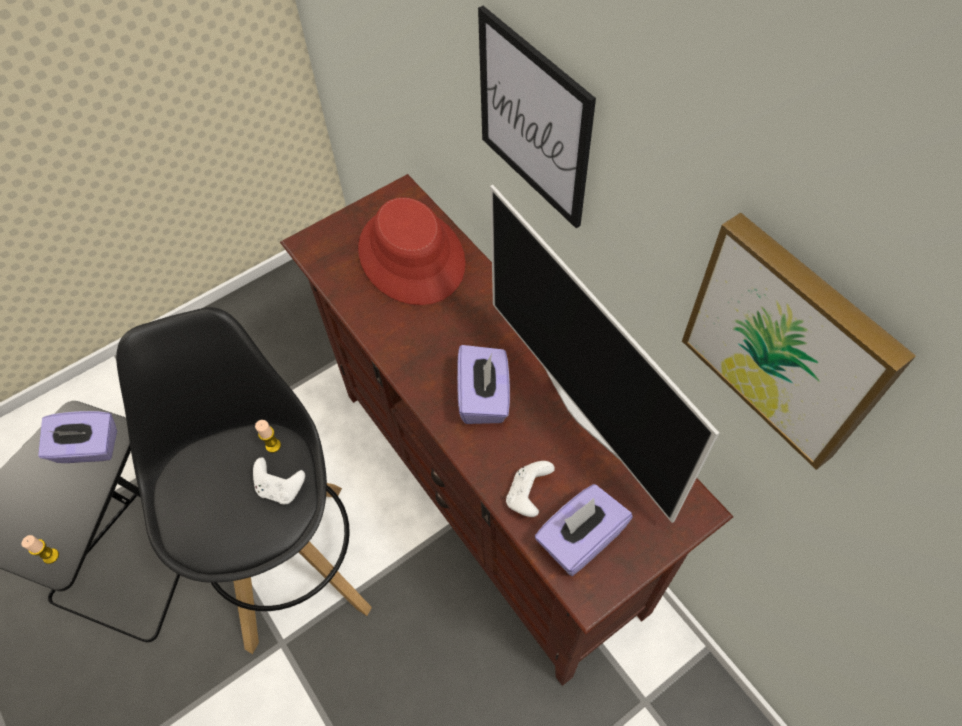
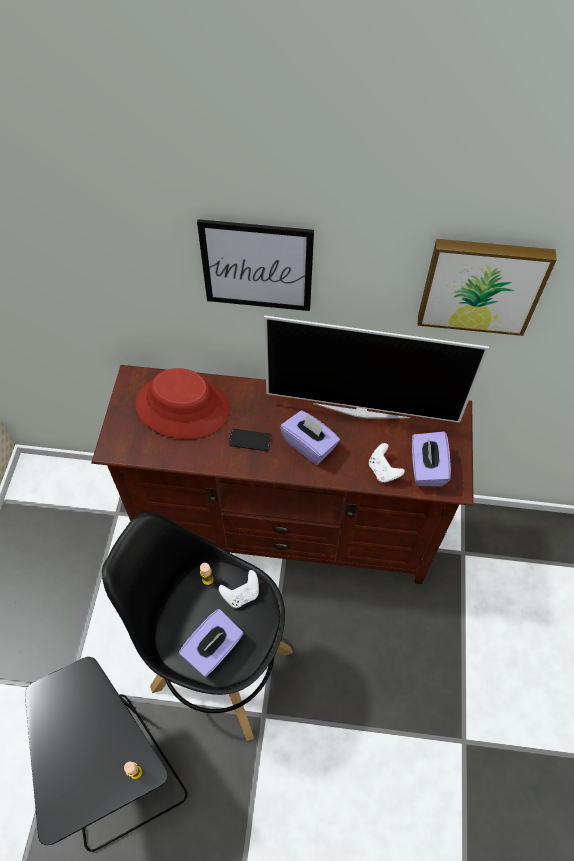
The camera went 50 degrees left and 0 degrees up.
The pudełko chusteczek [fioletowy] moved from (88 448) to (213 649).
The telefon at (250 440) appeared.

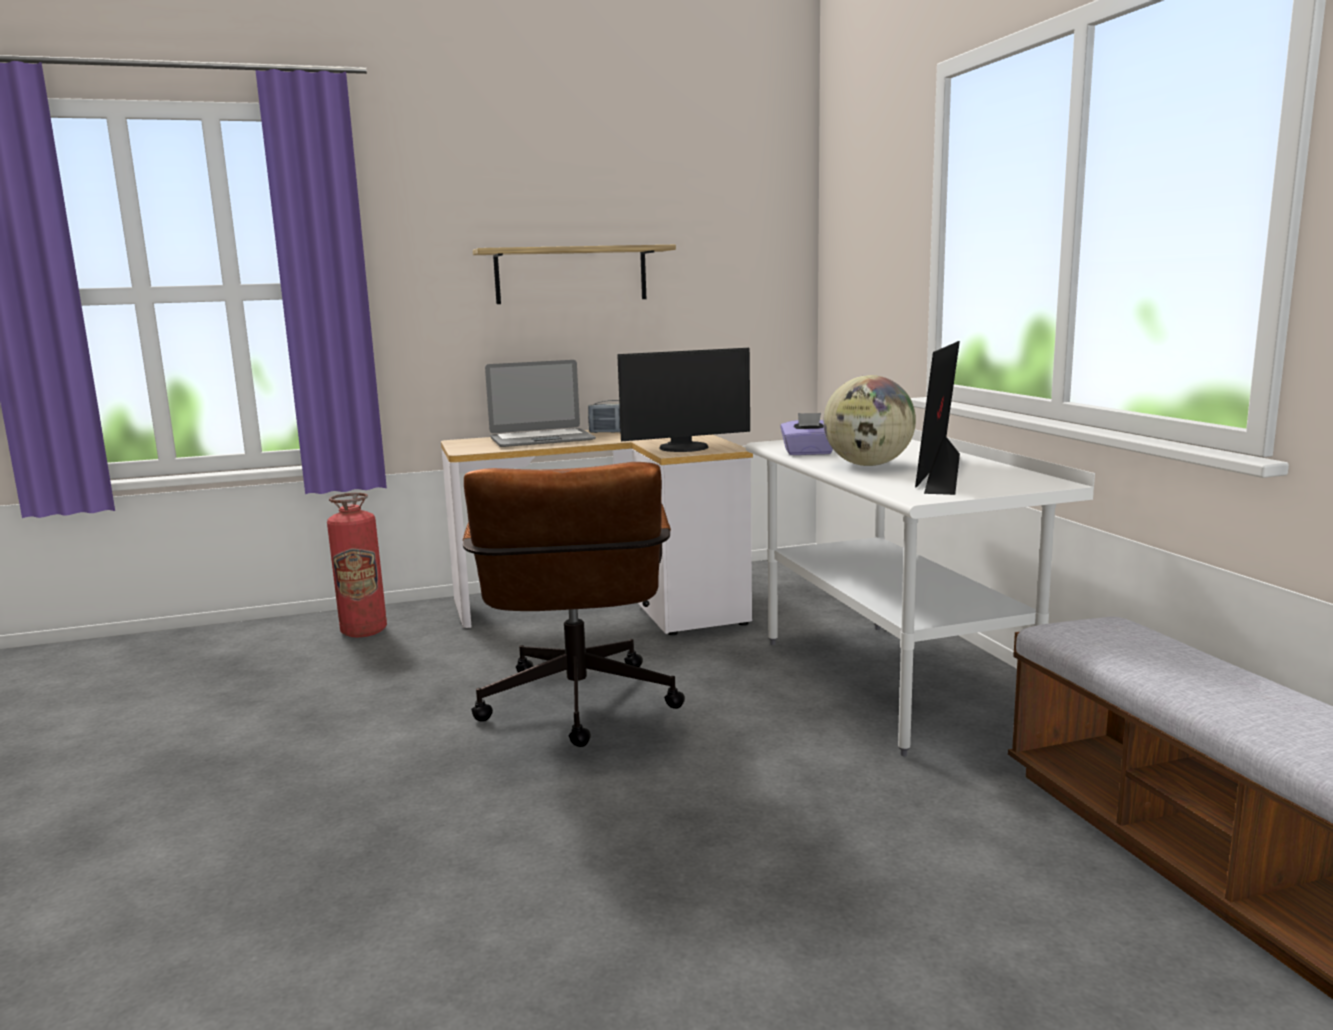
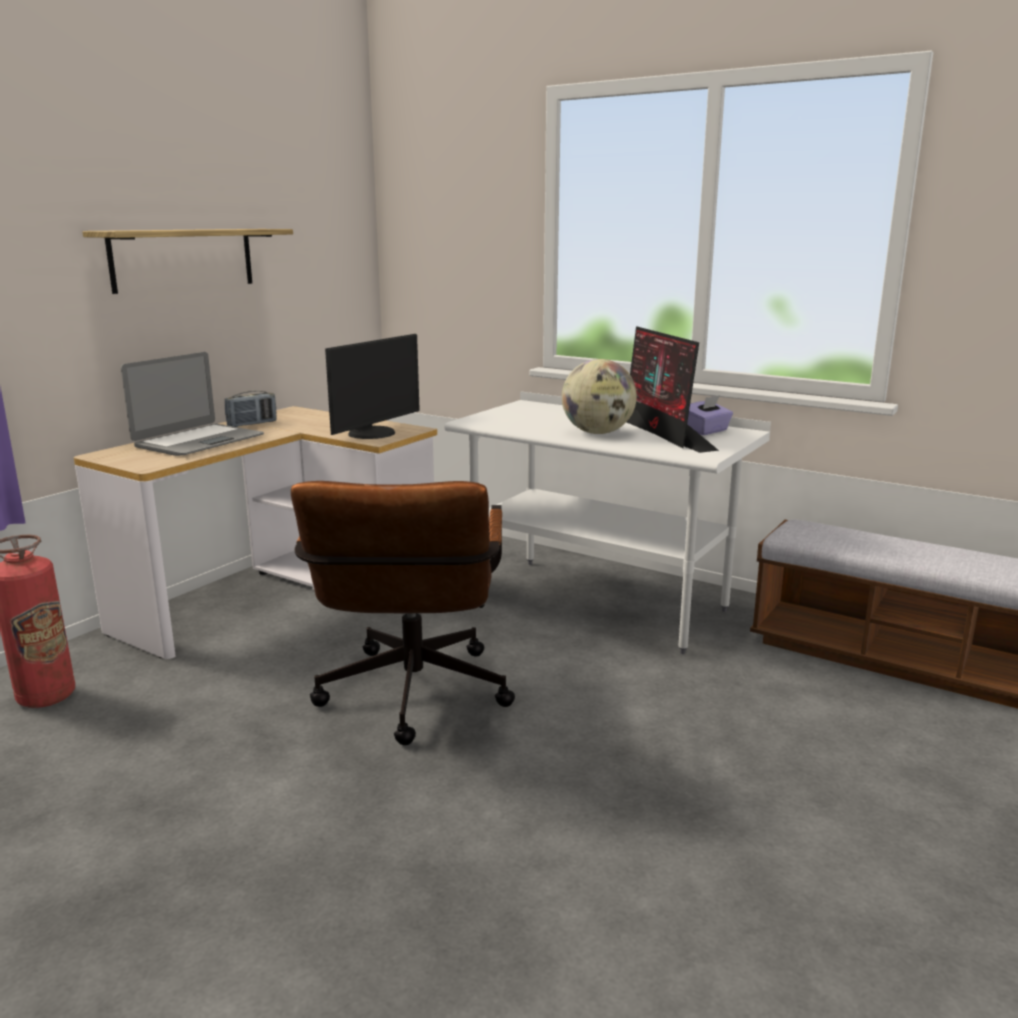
The camera went 40 degrees left and 5 degrees up.
The pudełko chusteczek [fioletowy] moved from (808 453) to (706 431).
The krzesło biurowe [brązowy] at (577 710) turned 45 degrees clockwise.

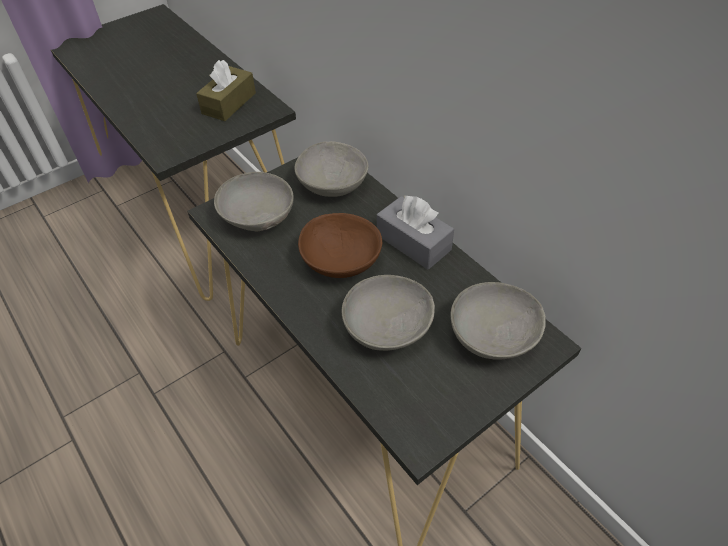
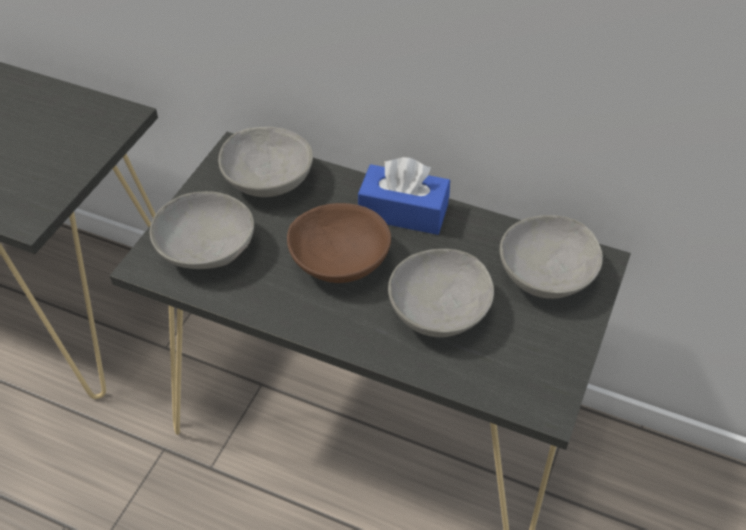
The camera went 30 degrees left and 0 degrees up.
The pudełko chusteczek [brązowy] at (229 103) disappeared.
The pudełko chusteczek [szary] at (413 242) became the pudełko chusteczek [niebieski] at (403 212).

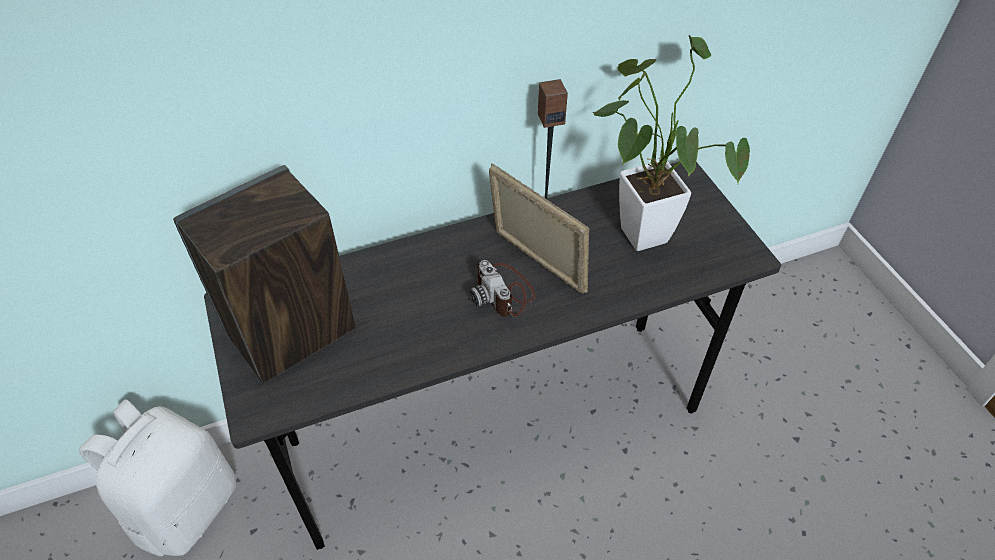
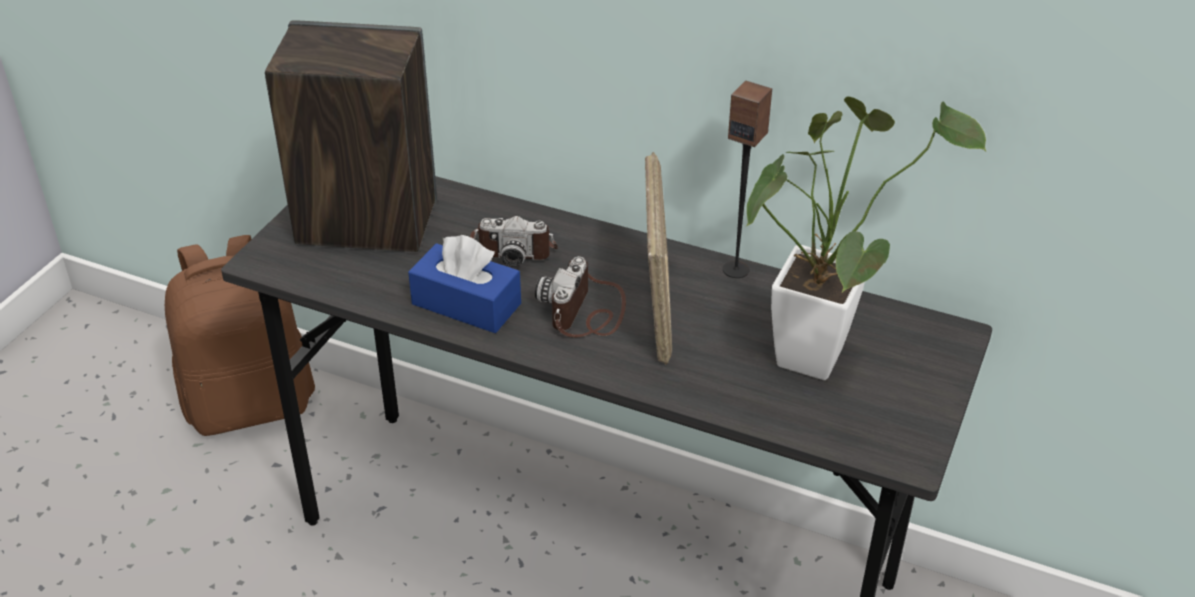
The camera went 45 degrees right and 10 degrees down.
The plecak [biały] at (185 506) became the plecak [brązowy] at (250 402).
The aparat fotograficzny at (514 246) appeared.
The pudełko chusteczek [niebieski] at (466 304) appeared.

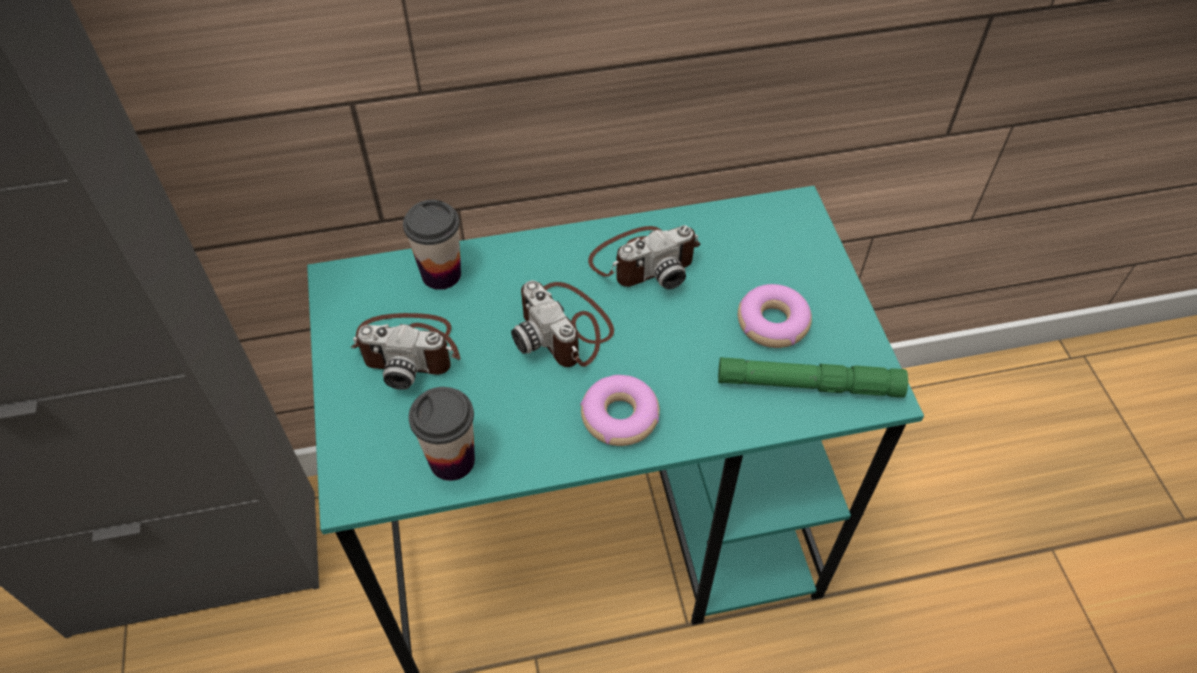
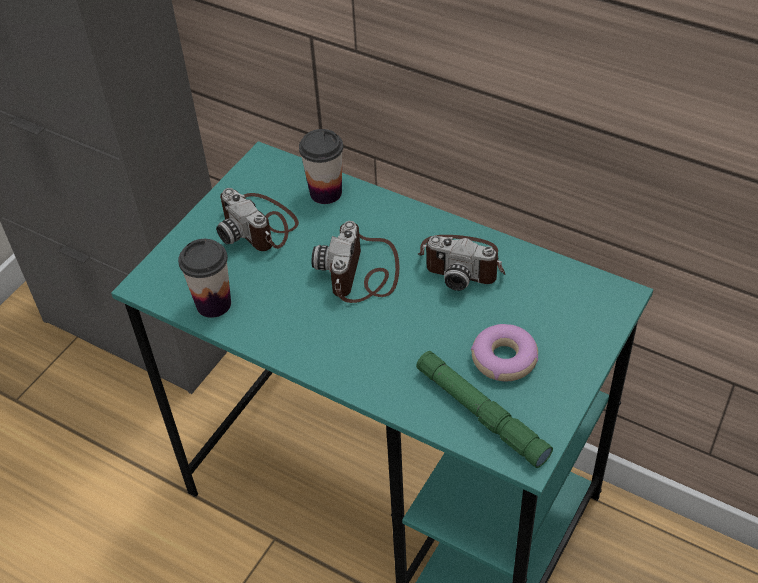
The camera went 45 degrees right and 5 degrees down.
The donut at (619 416) disappeared.

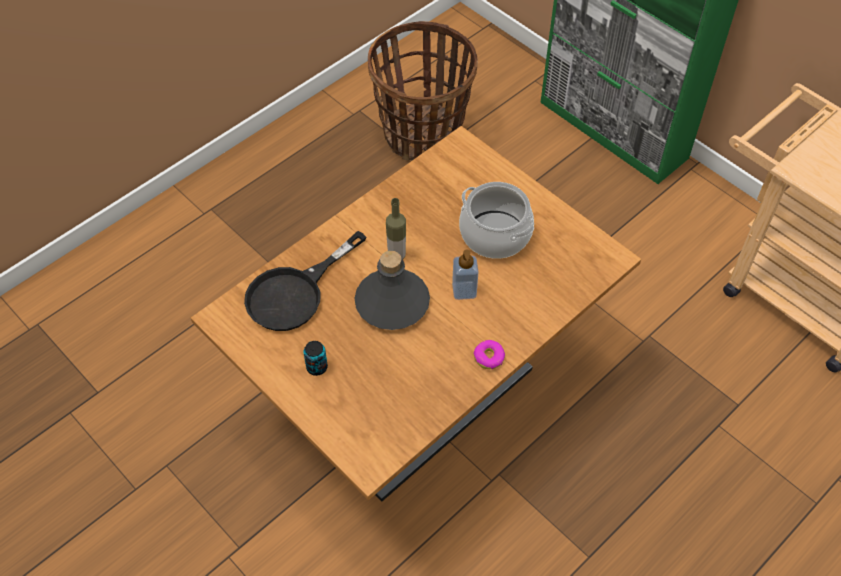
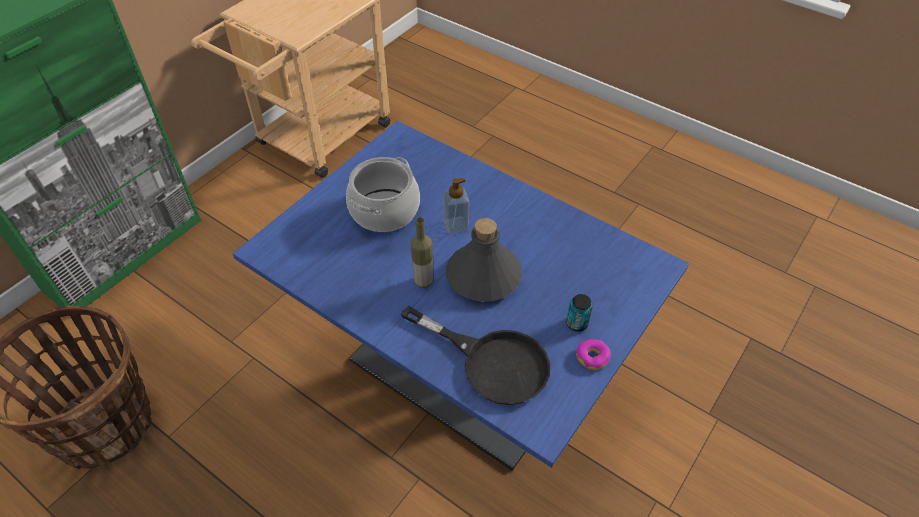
The camera went 100 degrees left and 5 degrees down.
The stół jadalny [brązowy] at (420 396) became the stół jadalny [niebieski] at (459 374).
The donut moved from (489 357) to (592 357).

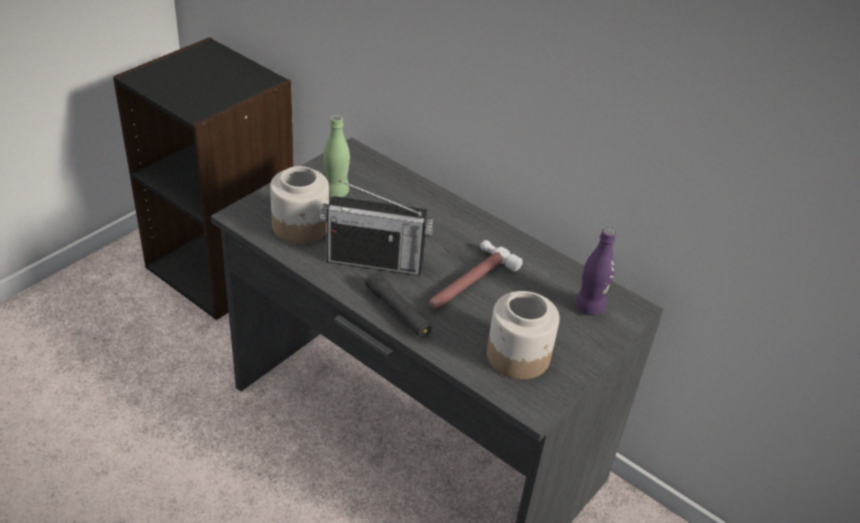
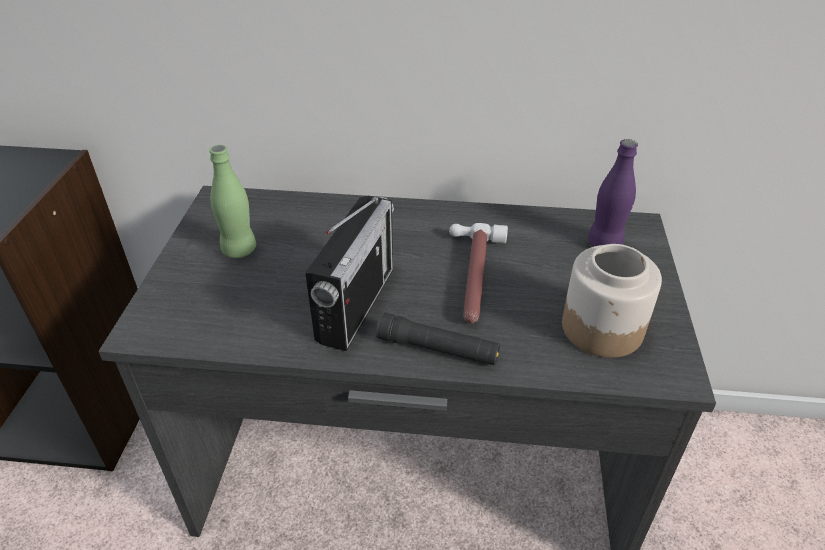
The camera went 30 degrees left and 0 degrees up.
The słoik at (301 227) disappeared.
The radio at (375 261) turned 45 degrees counterclockwise.

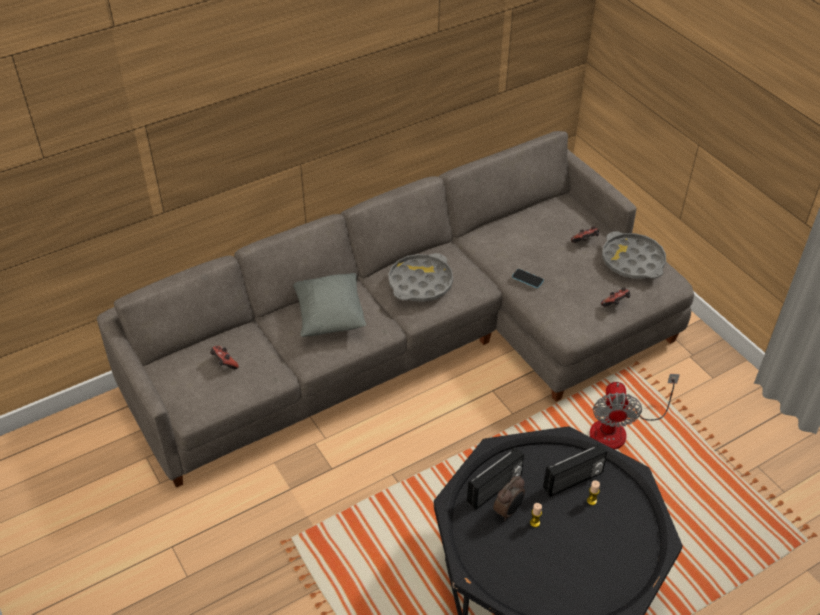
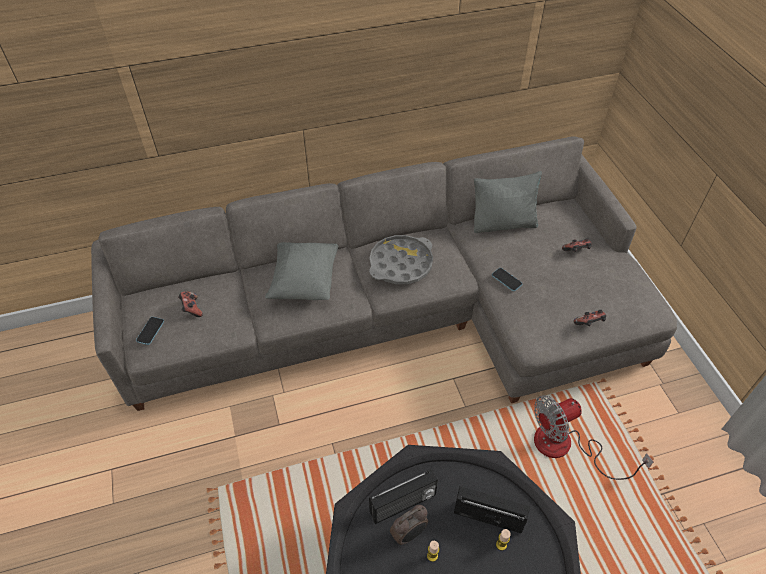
The camera went 15 degrees right and 5 degrees up.
The taca [szary] at (632 261) disappeared.
The wentylator at (618 429) turned 45 degrees clockwise.
The radio at (573 481) turned 150 degrees counterclockwise.
The poduszka [szary] at (503 224) appeared.
The telefon at (150 331) appeared.

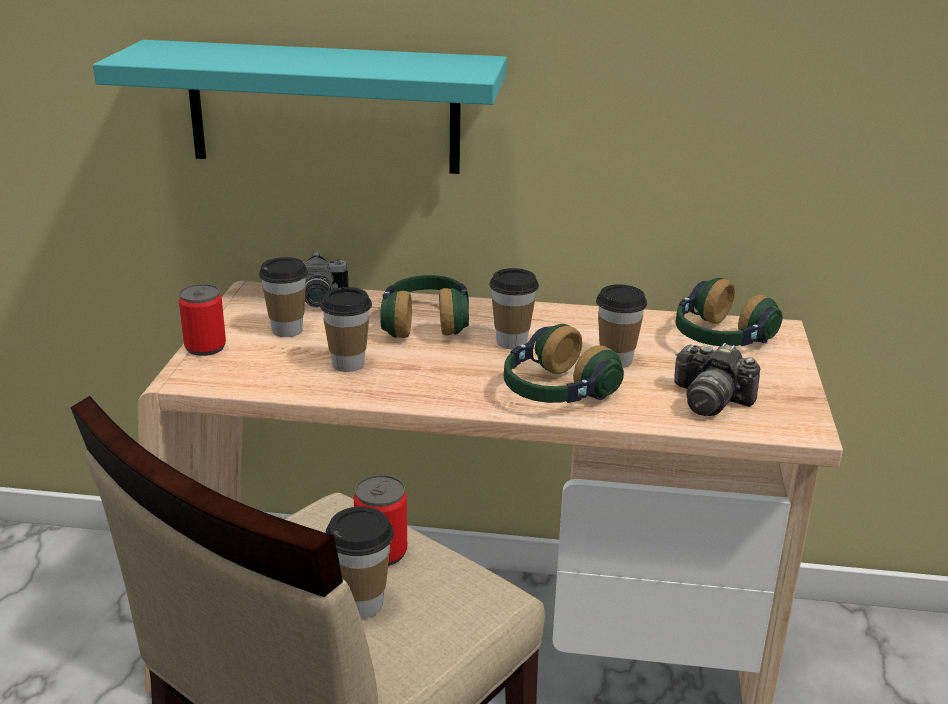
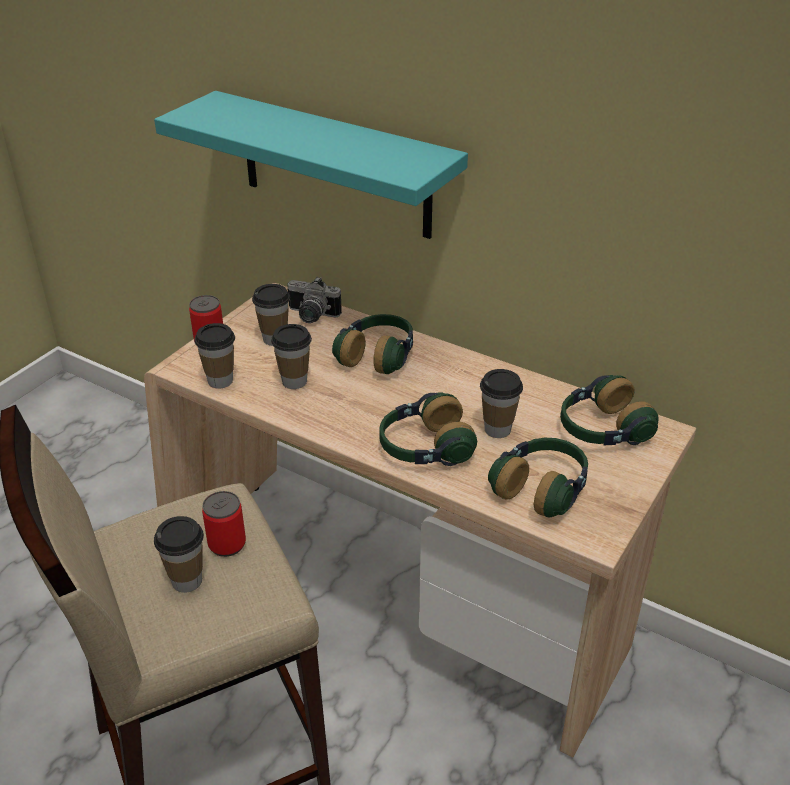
The camera went 25 degrees right and 10 degrees up.
The filiżanka moved from (512 342) to (220 381).
The aparat fotograficzny at (710 400) was replaced by the słuchawki at (542 489).

